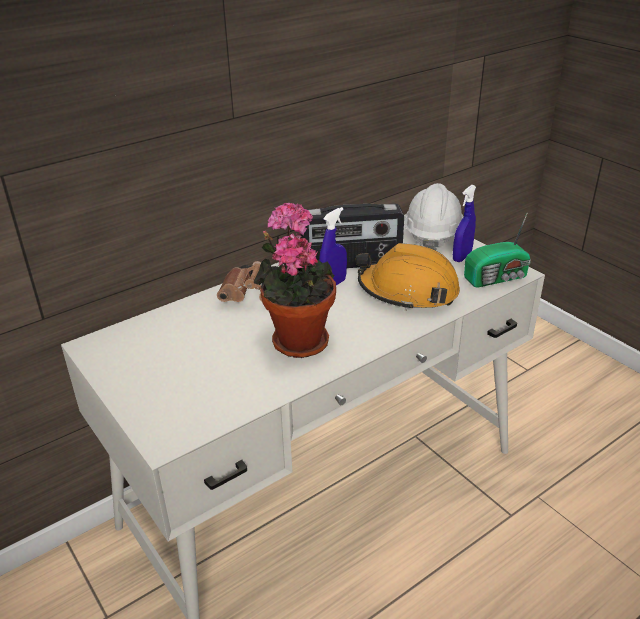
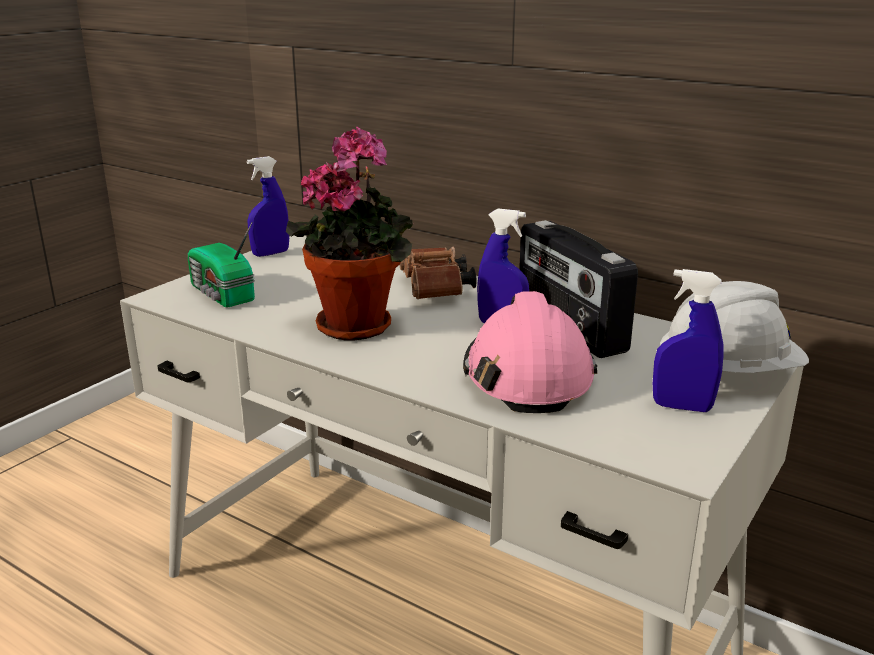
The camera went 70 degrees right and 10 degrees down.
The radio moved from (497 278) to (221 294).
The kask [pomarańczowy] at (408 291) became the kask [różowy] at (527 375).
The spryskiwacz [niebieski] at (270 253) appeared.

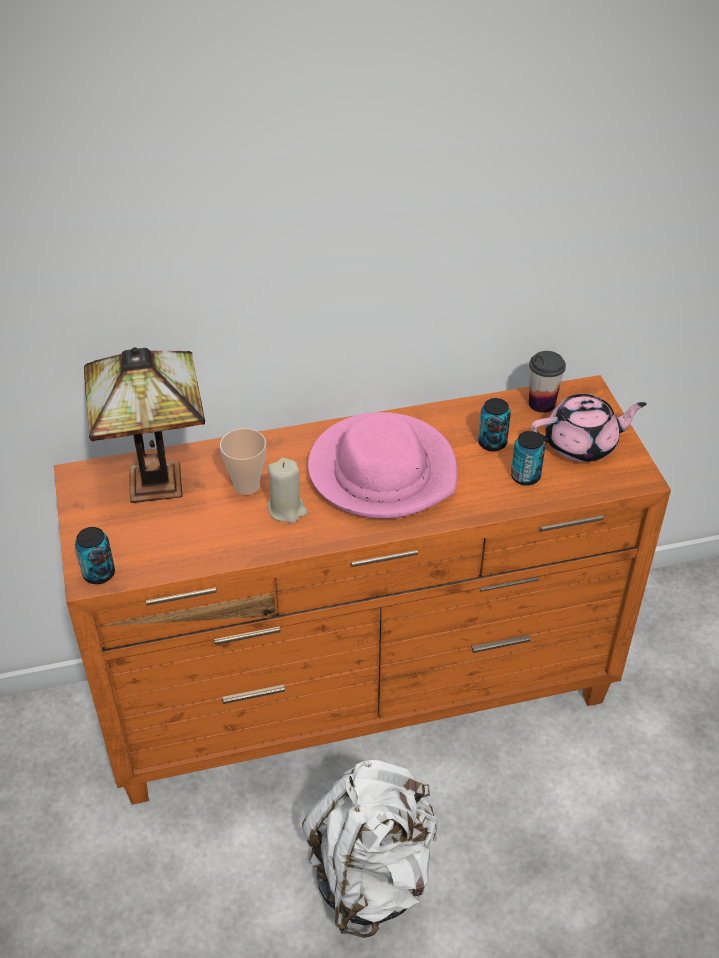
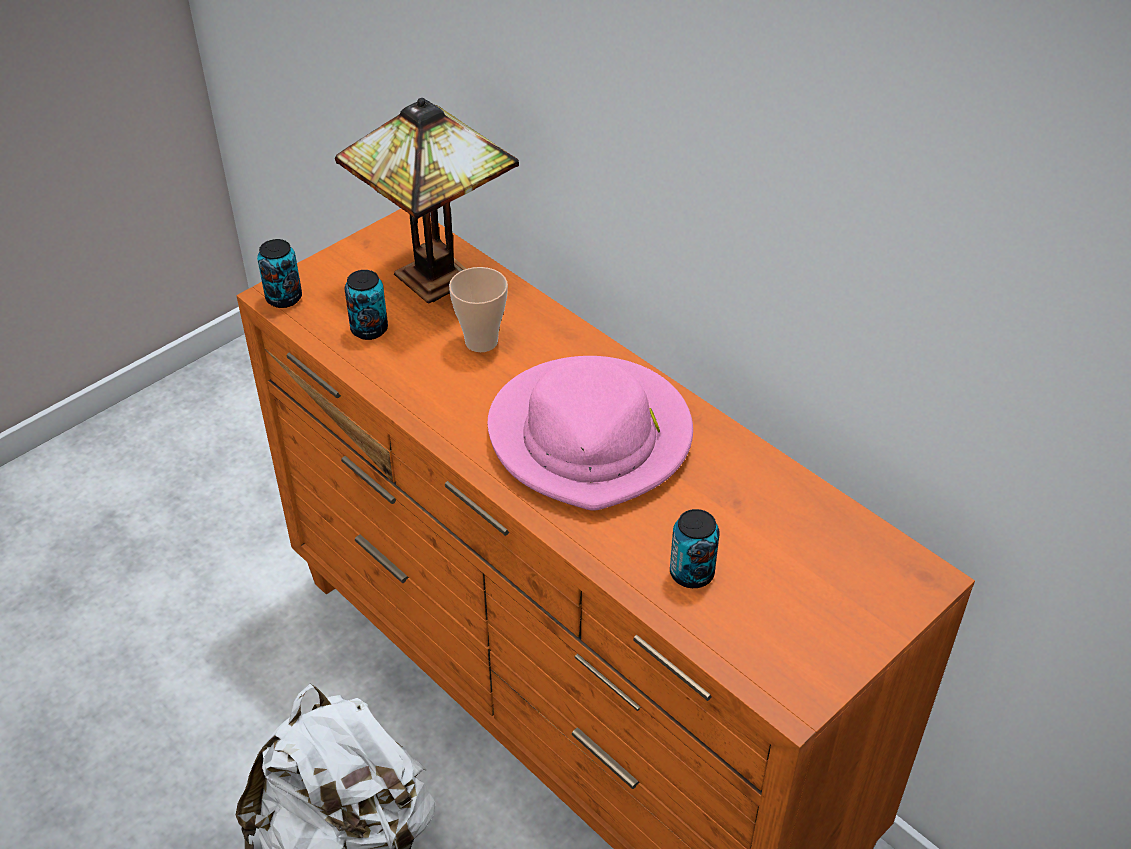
The camera went 60 degrees right and 0 degrees up.
The filiżanka at (541 403) disappeared.
The imbryk [różowy] at (582 444) disappeared.
The puszka moved from (492 443) to (369 329).
The świeca [beżowy] at (287 509) disappeared.

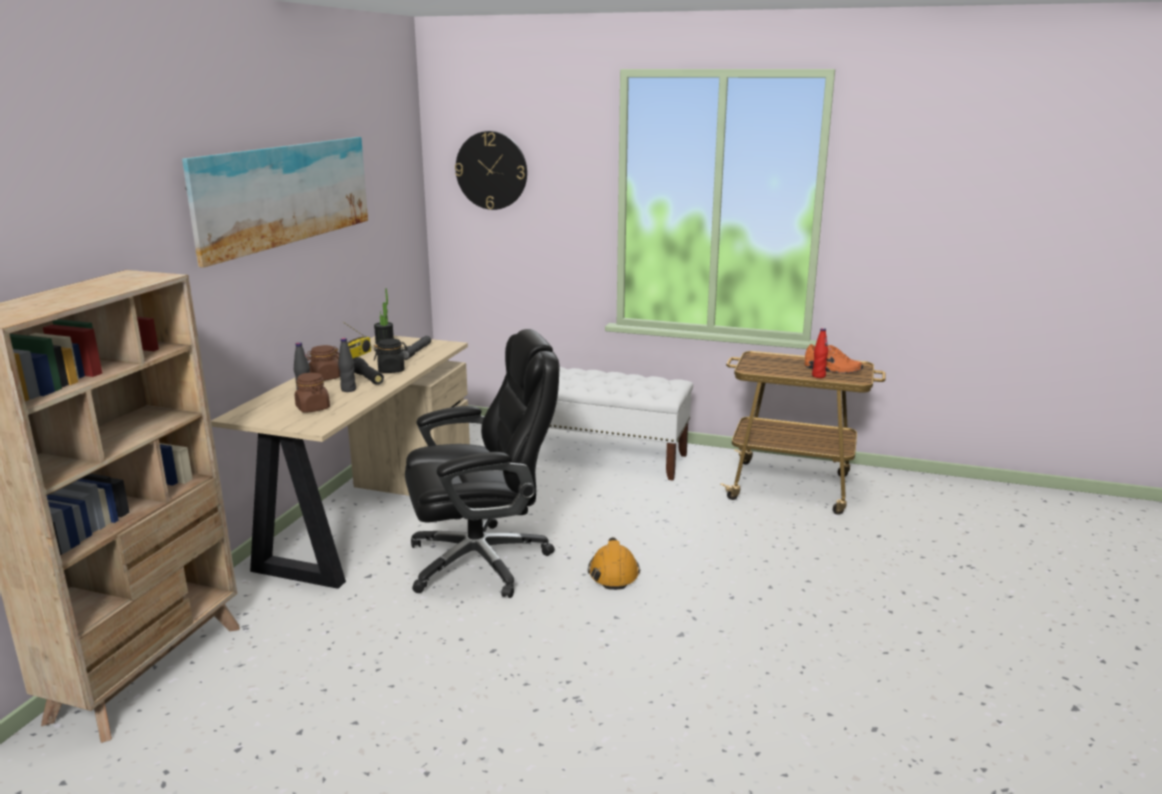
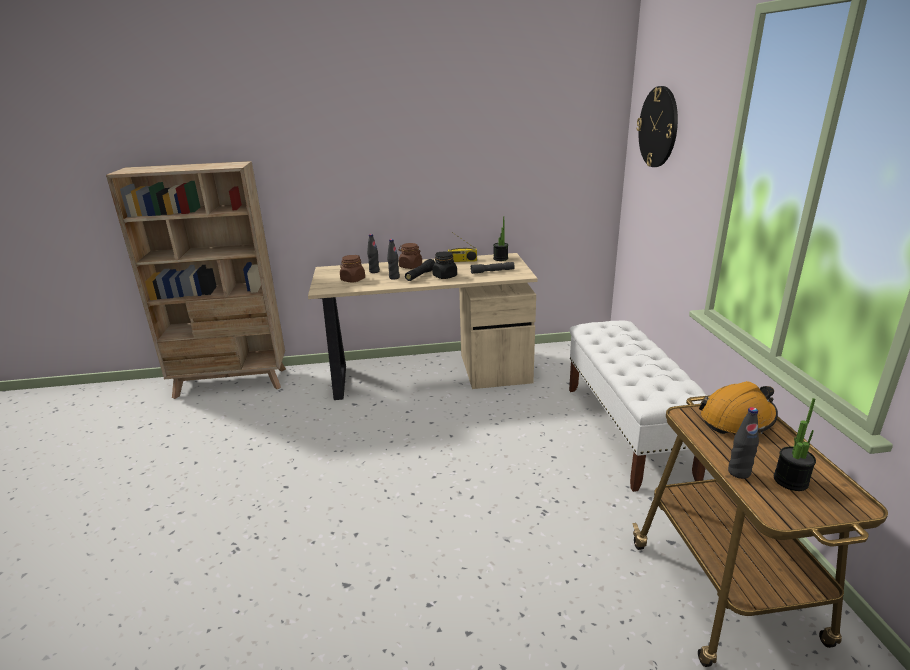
The camera went 65 degrees right and 5 degrees up.
The obraz at (283 194) disappeared.
The butelka [czerwony] at (818 376) became the butelka [czarny] at (739 472).
The krzesło biurowe [czarny] at (482 561) disappeared.
The but [pomarańczowy] at (832 370) was replaced by the roślina doniczkowa at (790 481).
The kask [pomarańczowy] moved from (613 573) to (737 419).

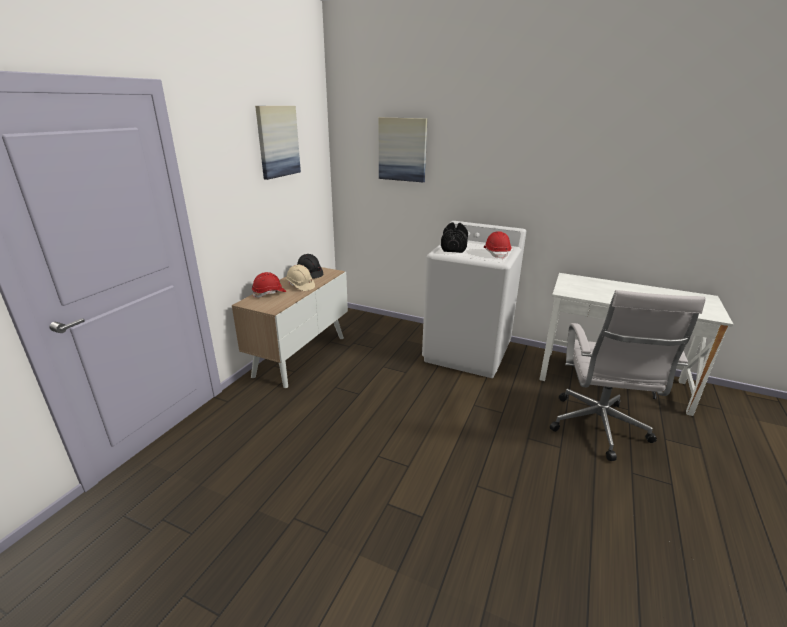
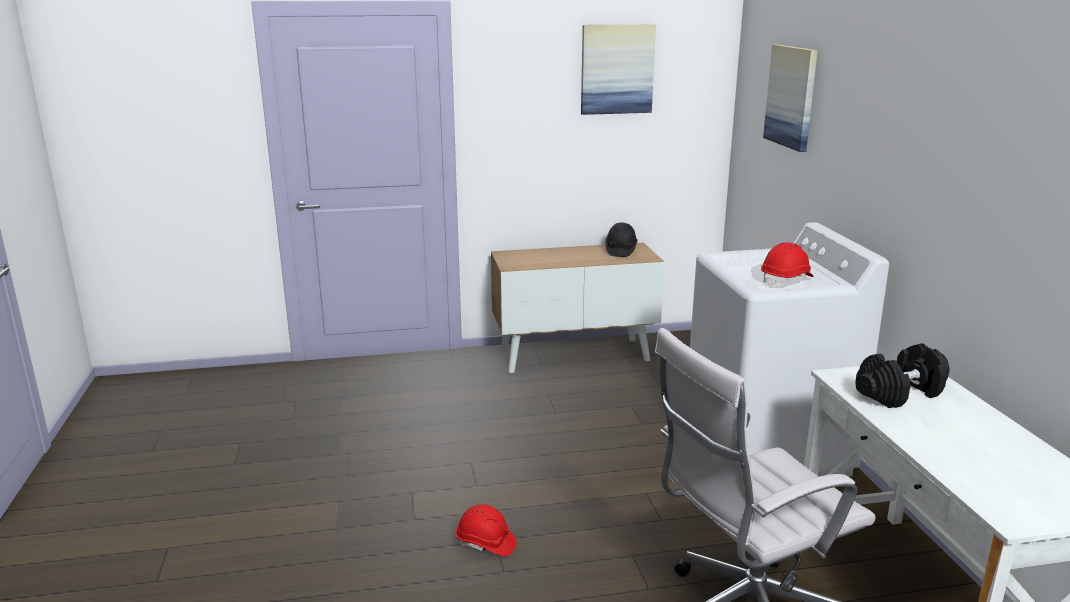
The camera went 55 degrees right and 5 degrees down.
The hantel [czarny] moved from (454 247) to (899 394).
The kask [beżowy] at (300 286) disappeared.
The kask [czerwony] moved from (269 293) to (485 544).

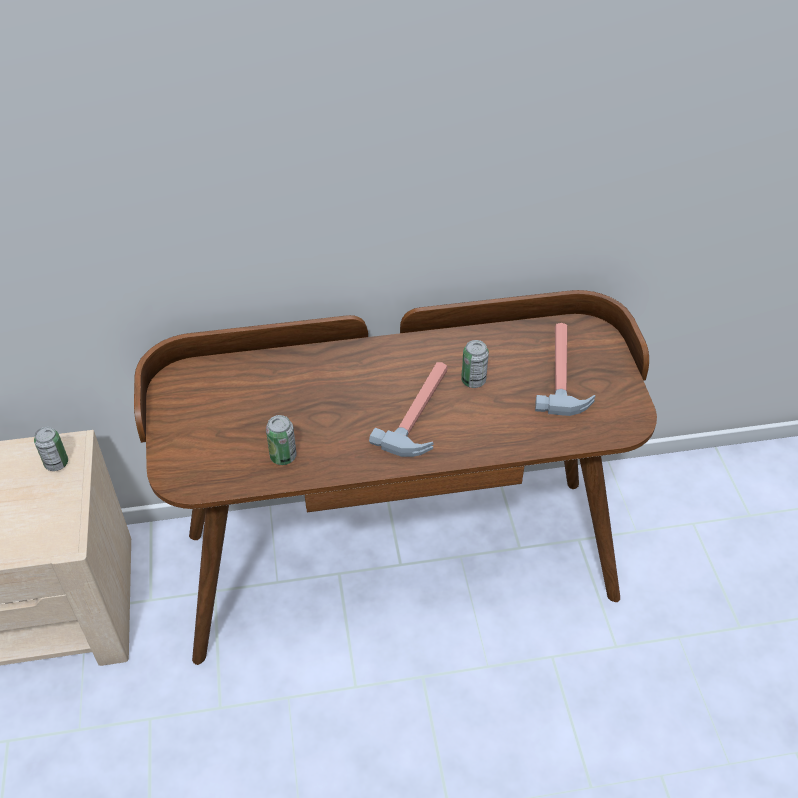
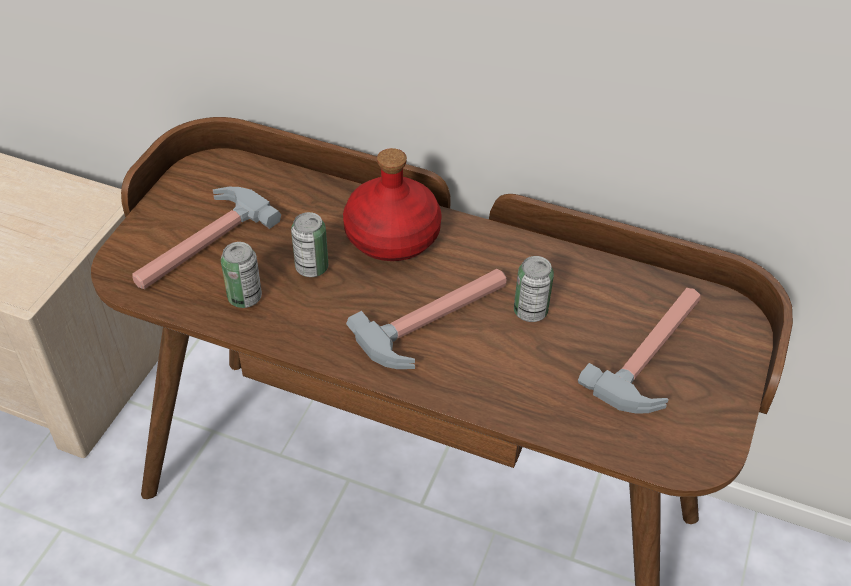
The camera went 30 degrees right and 0 degrees up.
The puszka moved from (56 463) to (312 267).
The butelka [czerwony] at (393 236) appeared.
The młotek at (198 243) appeared.

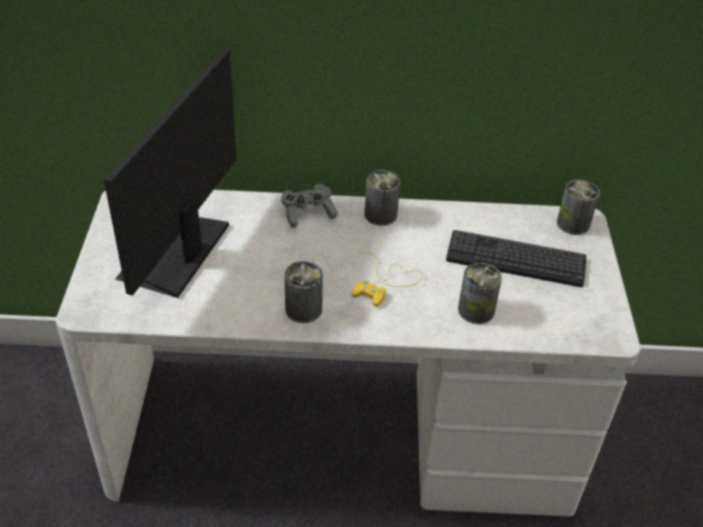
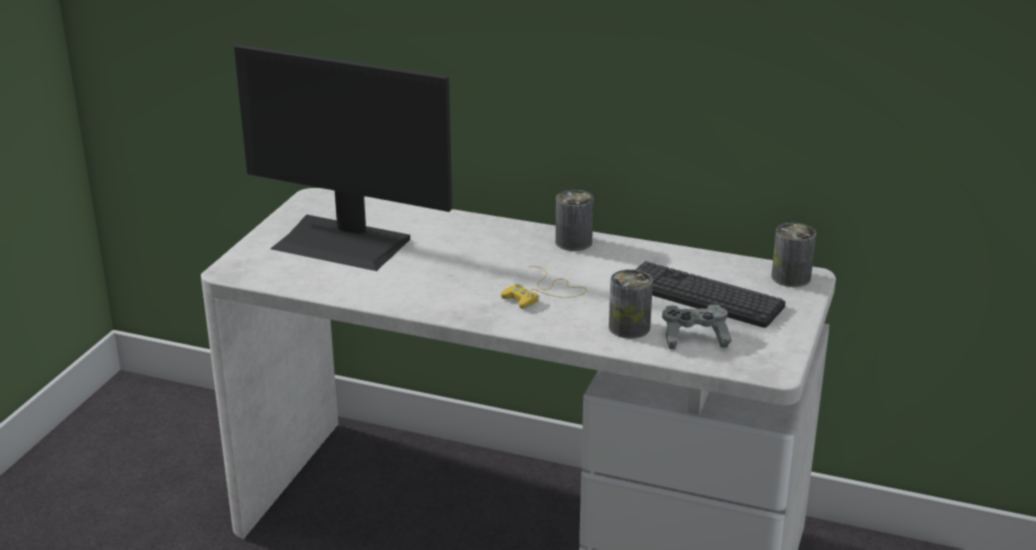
The camera went 20 degrees right and 15 degrees down.
The monitor at (176 253) turned 105 degrees counterclockwise.
The pad do gier [szary] moved from (308 213) to (694 338).
The puszka at (303 309) disappeared.

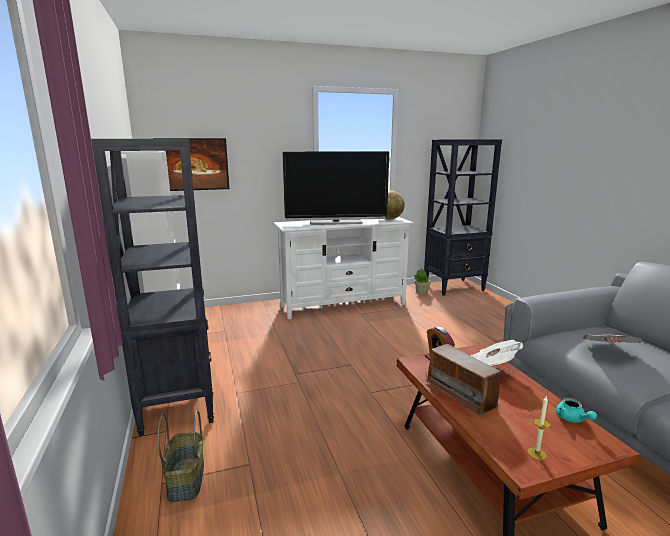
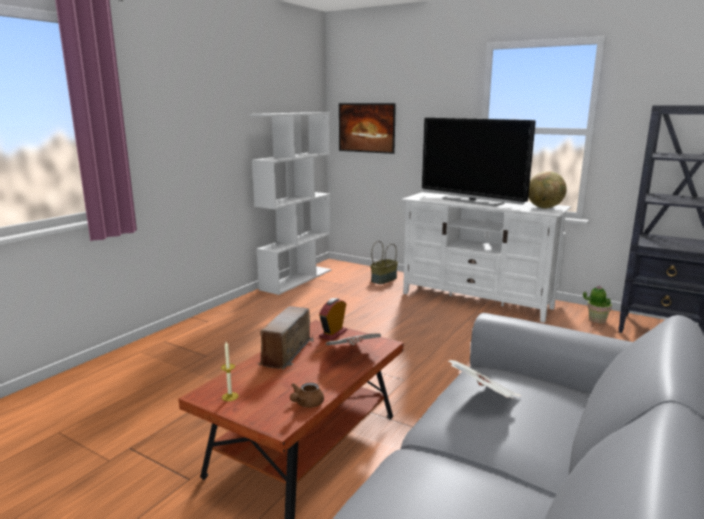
The camera went 50 degrees right and 0 degrees up.
The regał [czarny] at (178 403) disappeared.
The imbryk [turkusowy] at (572 419) became the imbryk [brązowy] at (306 404).
The koszyk moved from (185 479) to (383 279).

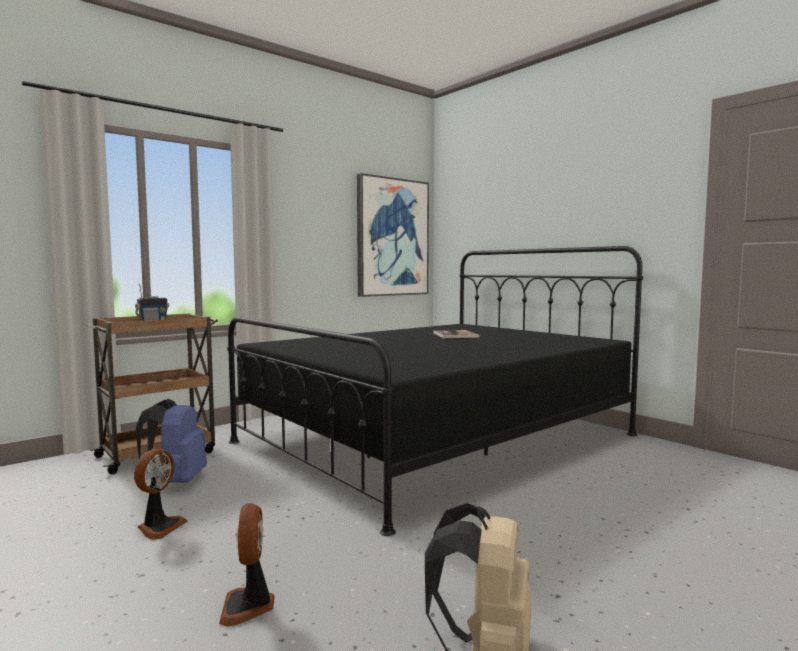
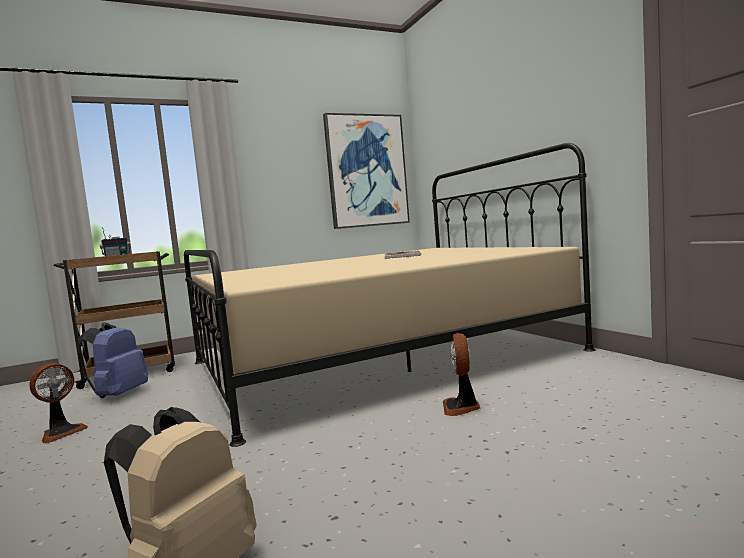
The camera went 15 degrees right and 0 degrees up.
The łóżko [czarny] at (437 438) became the łóżko [beżowy] at (377 357).
The wentylator moved from (248 606) to (461 407).

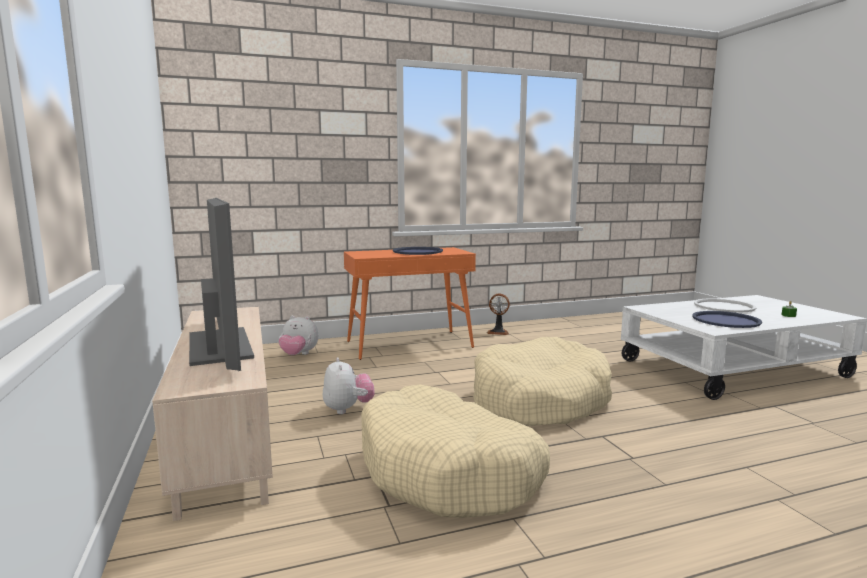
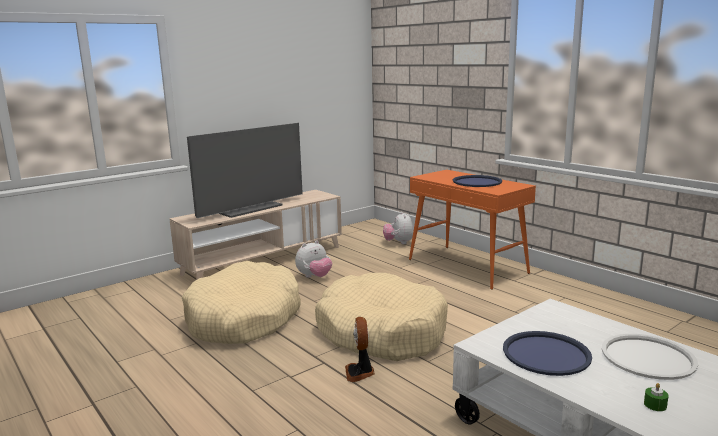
The camera went 70 degrees right and 5 degrees up.
The wentylator moved from (498 332) to (360 372).

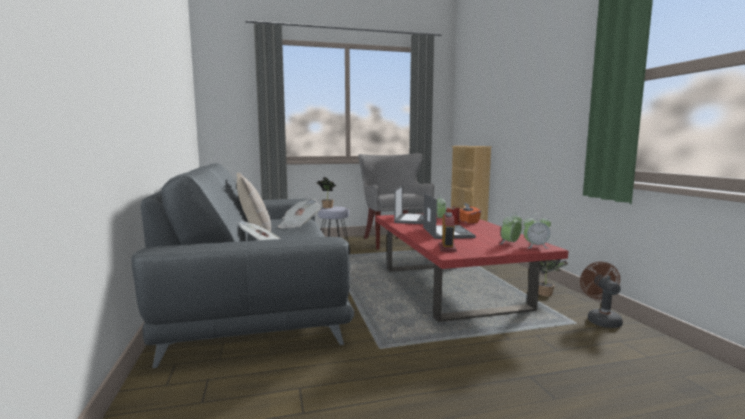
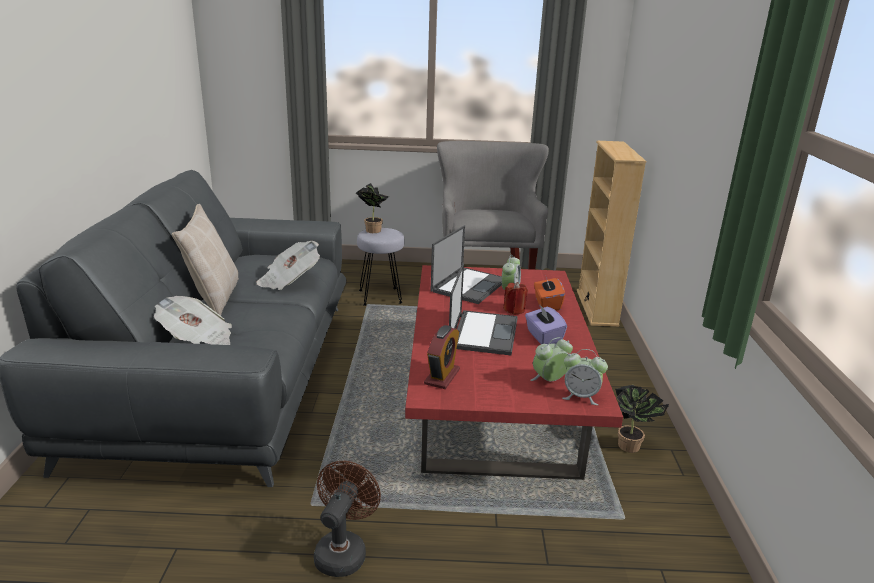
The camera went 15 degrees right and 15 degrees up.
The wentylator [brązowy] moved from (601 319) to (343 550).
The pudełko chusteczek [fioletowy] at (543 337) appeared.

